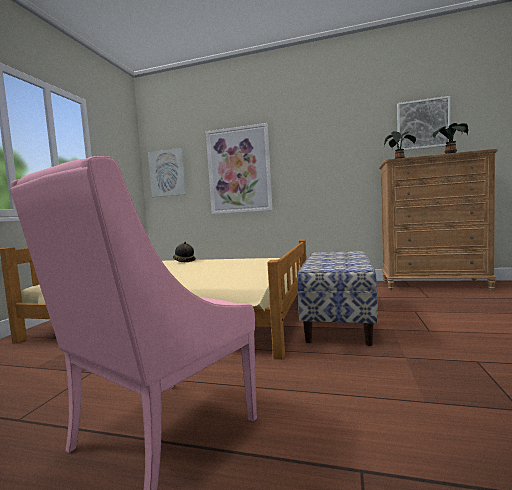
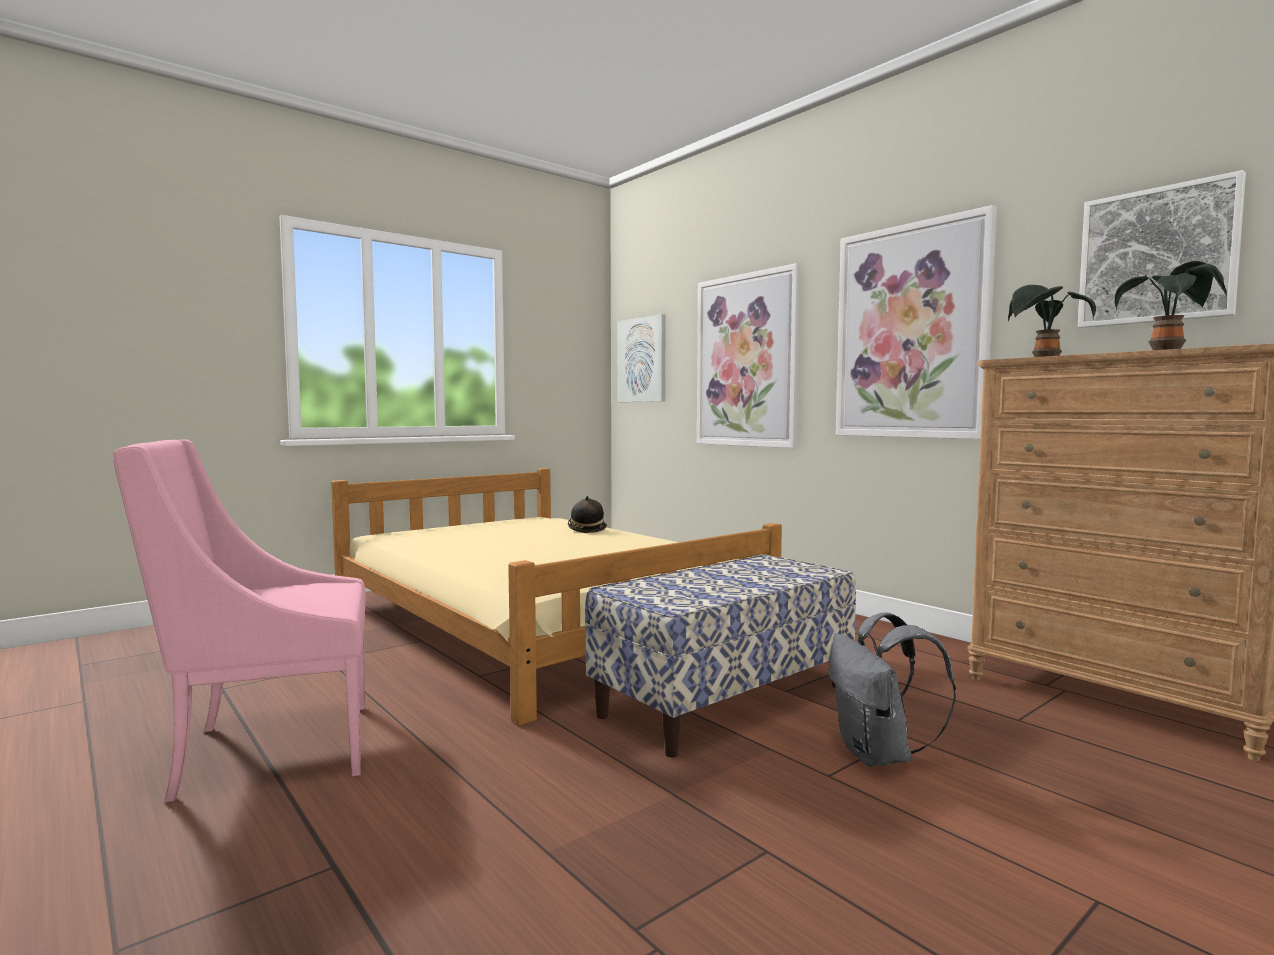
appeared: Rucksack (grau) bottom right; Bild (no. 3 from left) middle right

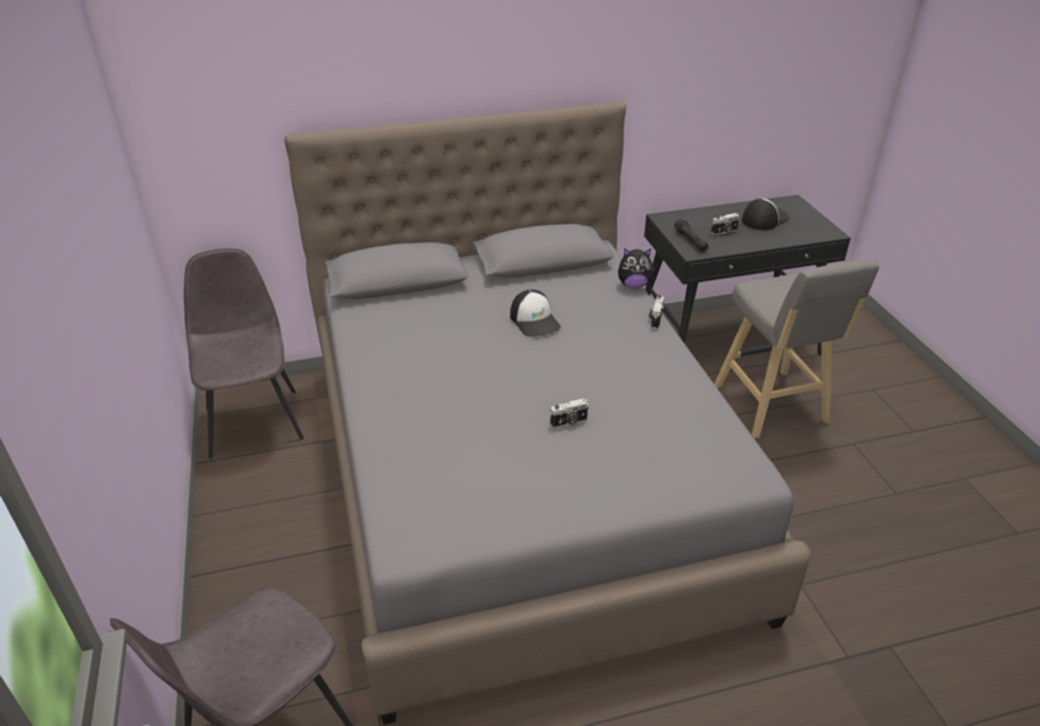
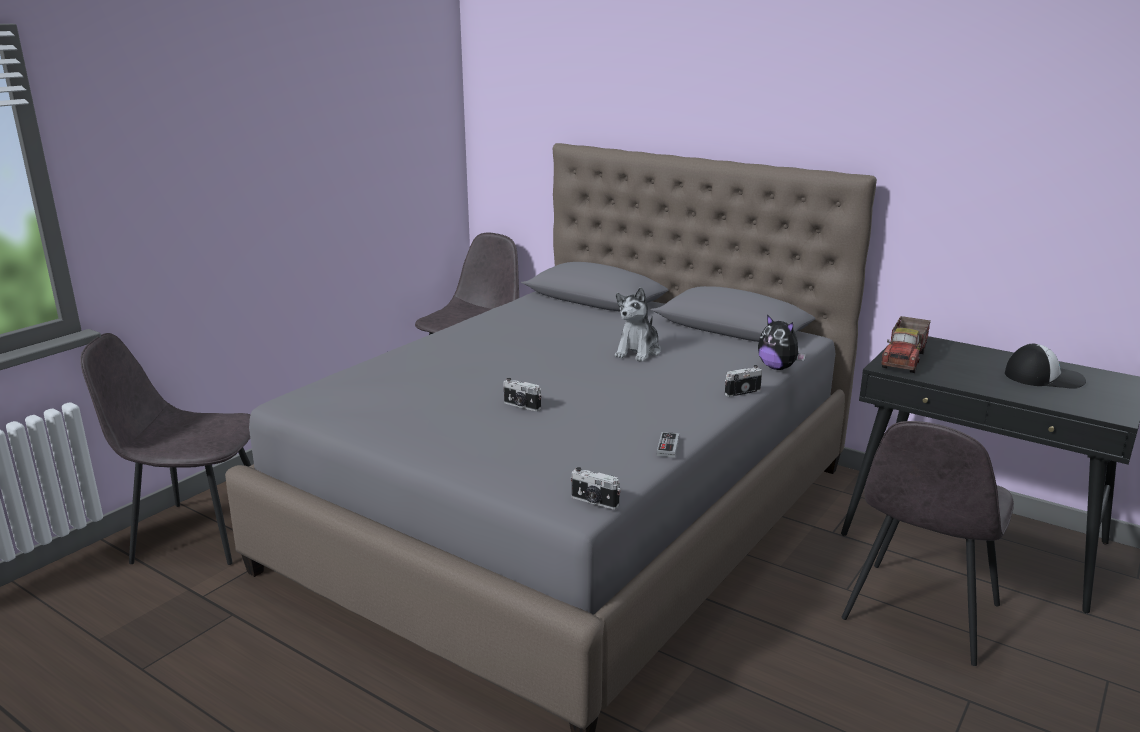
appeared: Gamepad centre
relocated: Kamera (no. 3 from left in the first image) top right to Kamera (no. 2 from left) bottom centre
exchanged: Kappe (no. 1 from left) centre to Plüschtier (no. 1 from left) centre; Taschenlampe (schwarz) top centre to Spielzeuglaster middle right; Hocker (grau) middle right to Stuhl (grau) (no. 3 from left) bottom right

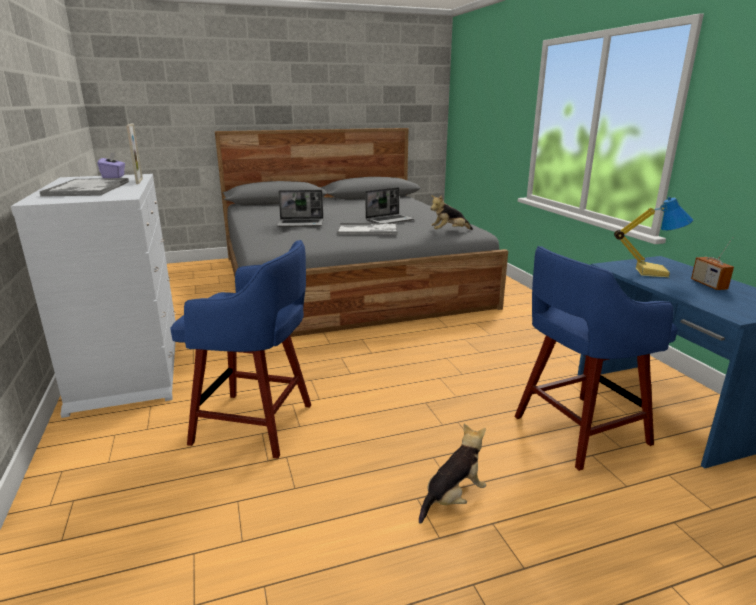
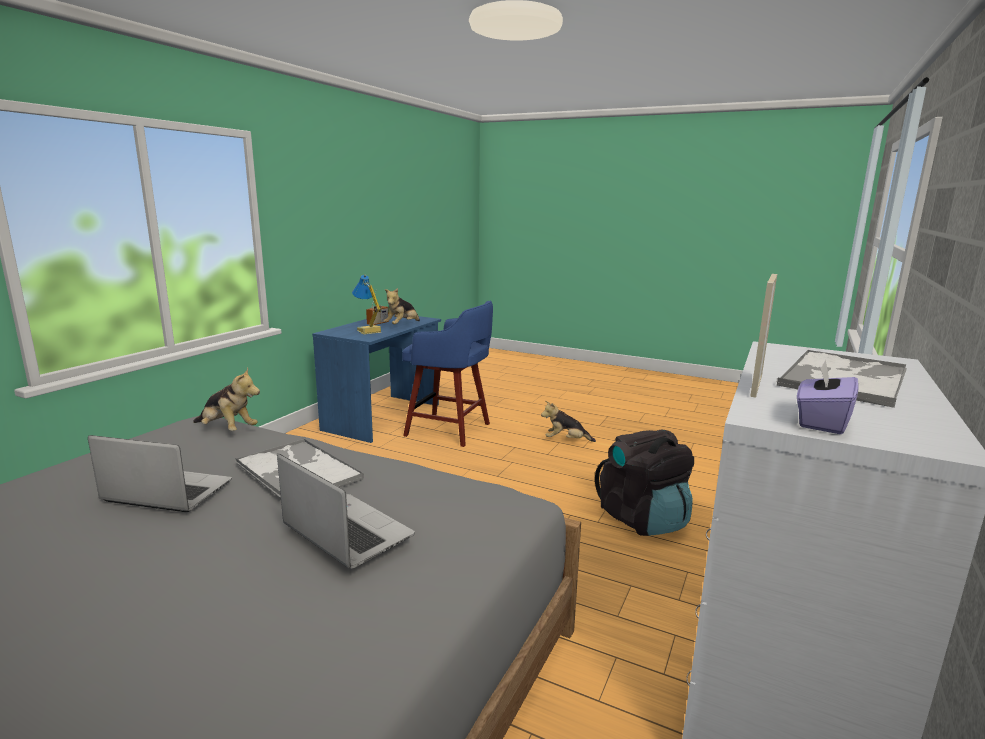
appeared: Plüschtier (no. 2 from left) centre
exchanged: Hocker (blau) (no. 1 from left) middle left to Rucksack (schwarz) centre

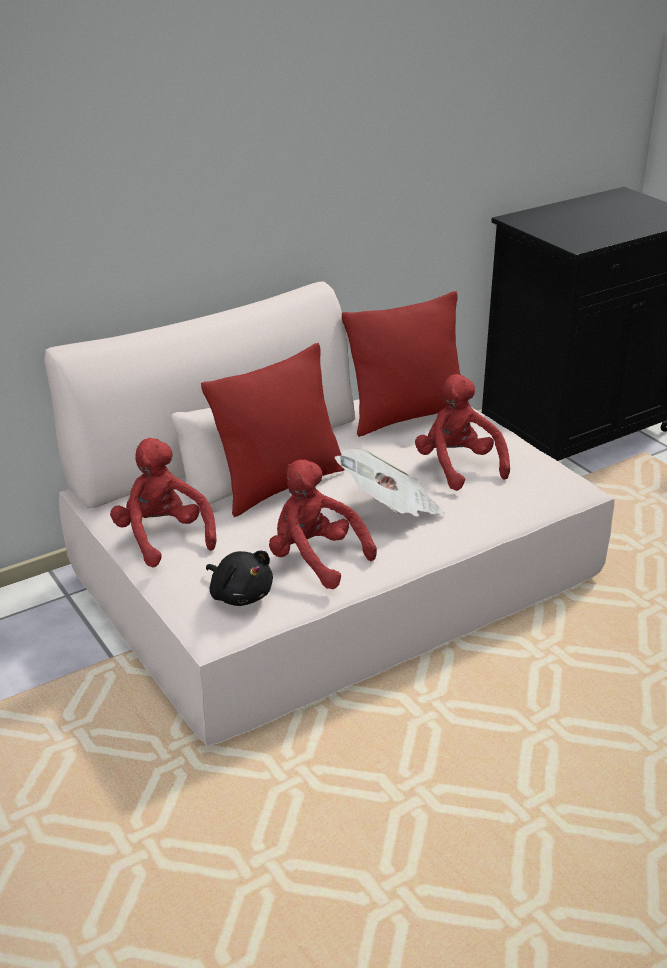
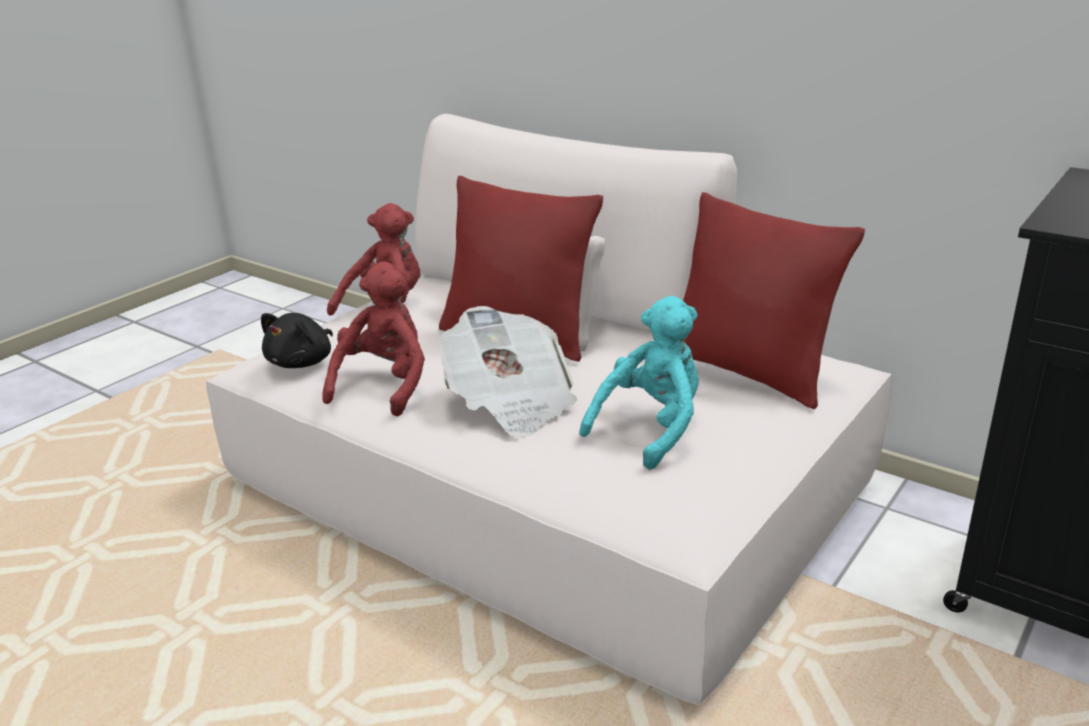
colour: Plüschtier (rot) (no. 3 from left) middle right to Plüschtier (türkis) centre

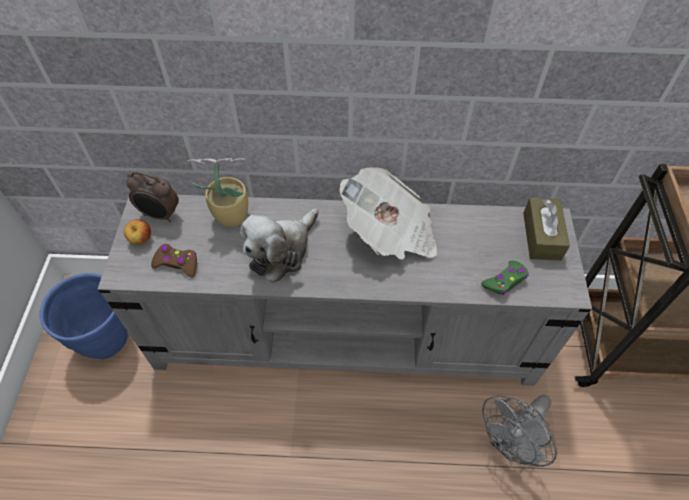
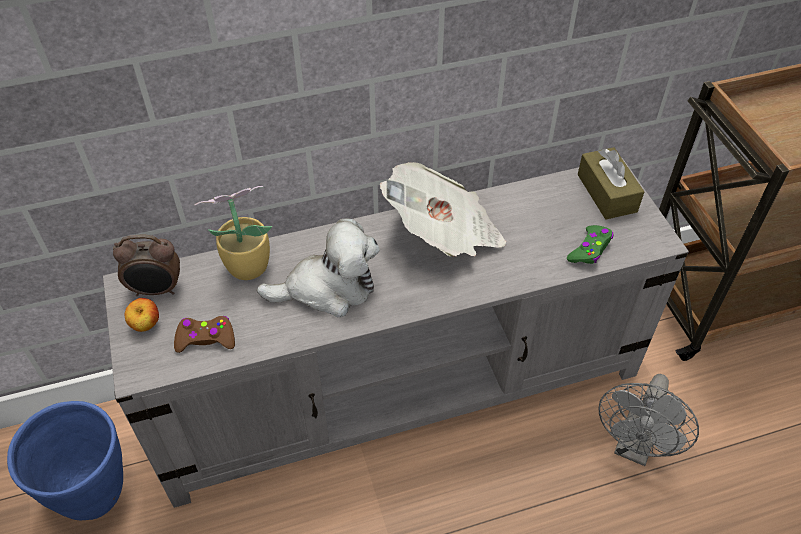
spun: Plüschtier centre = centre 120 degrees counterclockwise

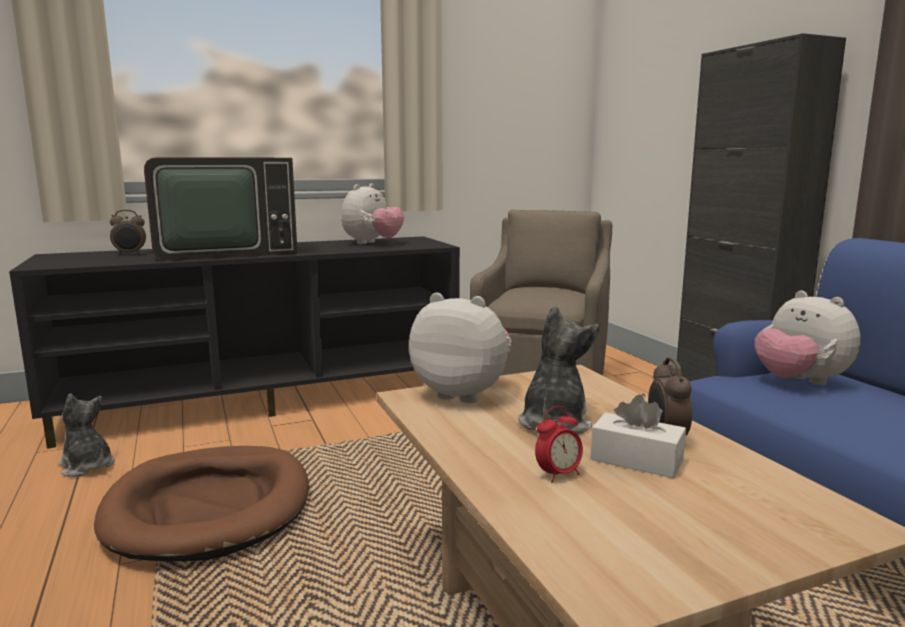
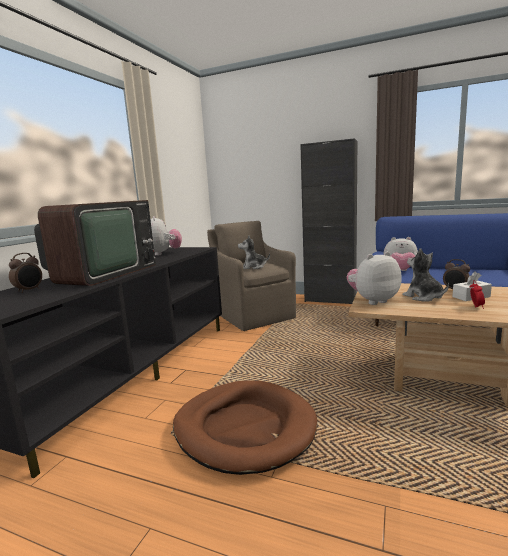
relocated: Plüschtier (no. 1 from left in the first image) bottom left to Plüschtier (no. 2 from left) centre

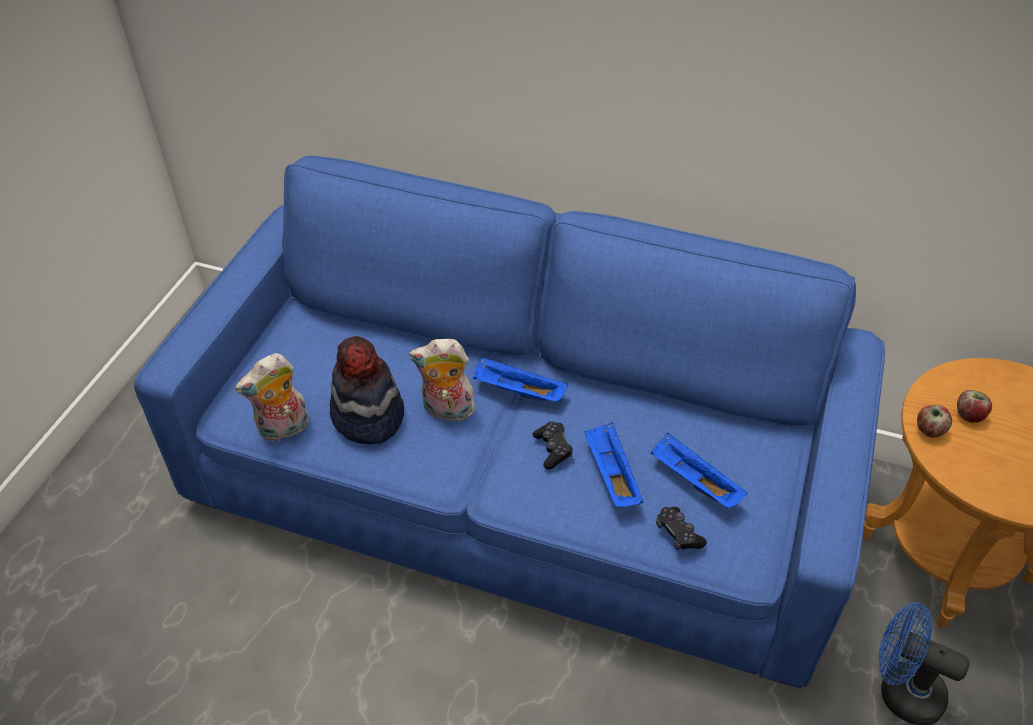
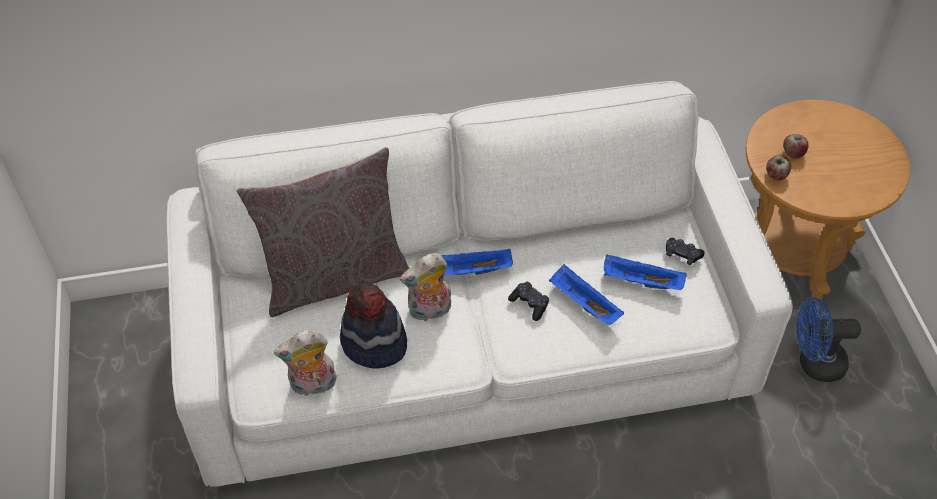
appeared: Kissen (grau) centre
relocated: Gamepad (schwarz) (no. 2 from left) bottom centre to middle right
colour: Sofa (blau) centre to Sofa (weiß) centre
spun: Plüschtier (no. 1 from left) middle left = bottom left 45 degrees clockwise

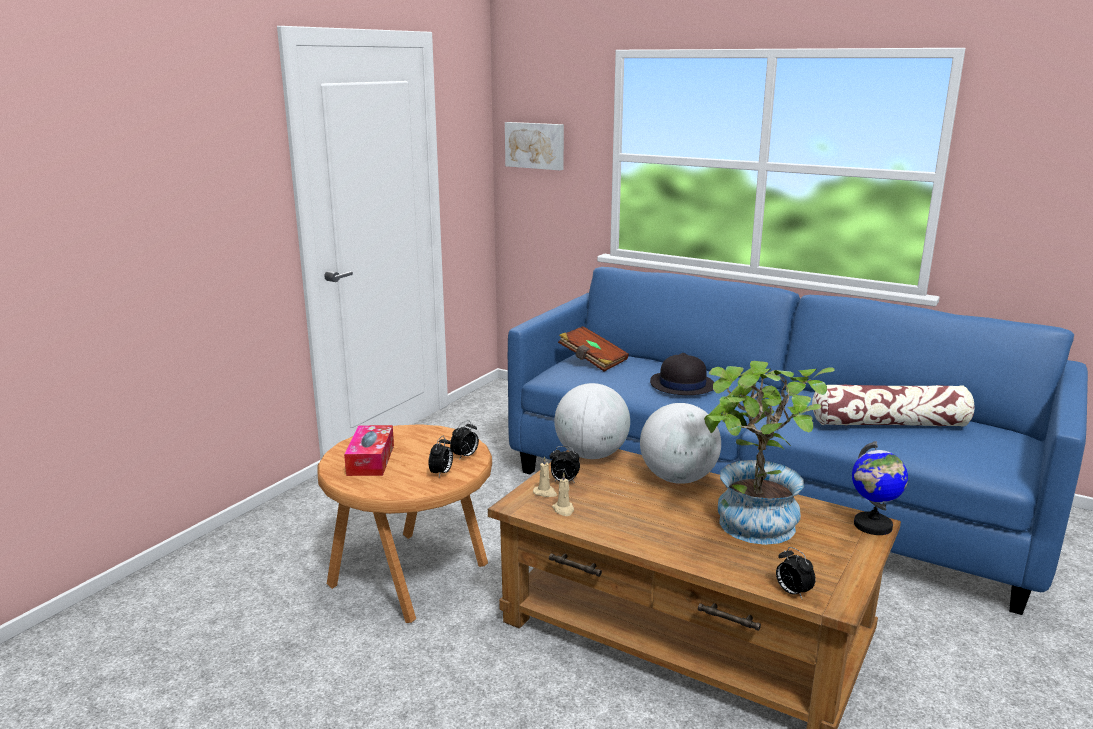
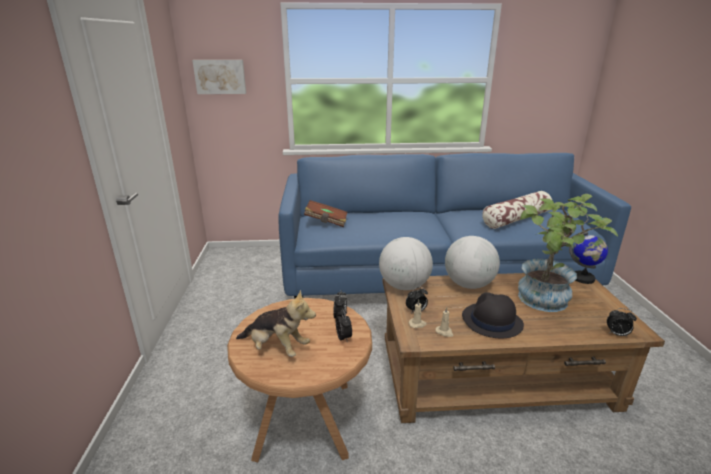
relocated: Hut (schwarz) centre to middle right
exchanged: Taschentuchbox centre to Plüschtier bottom centre

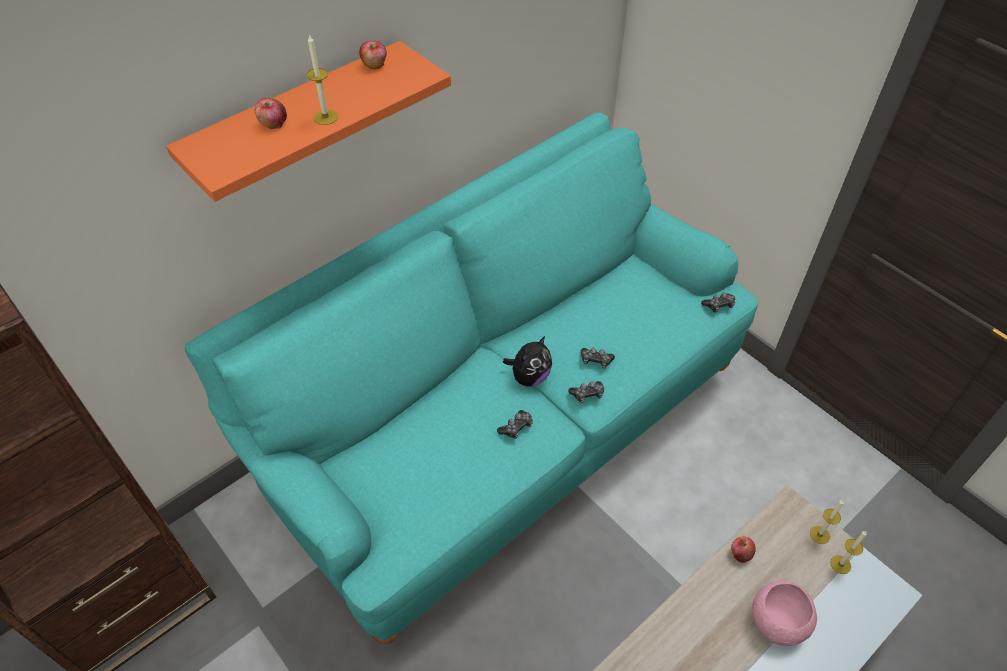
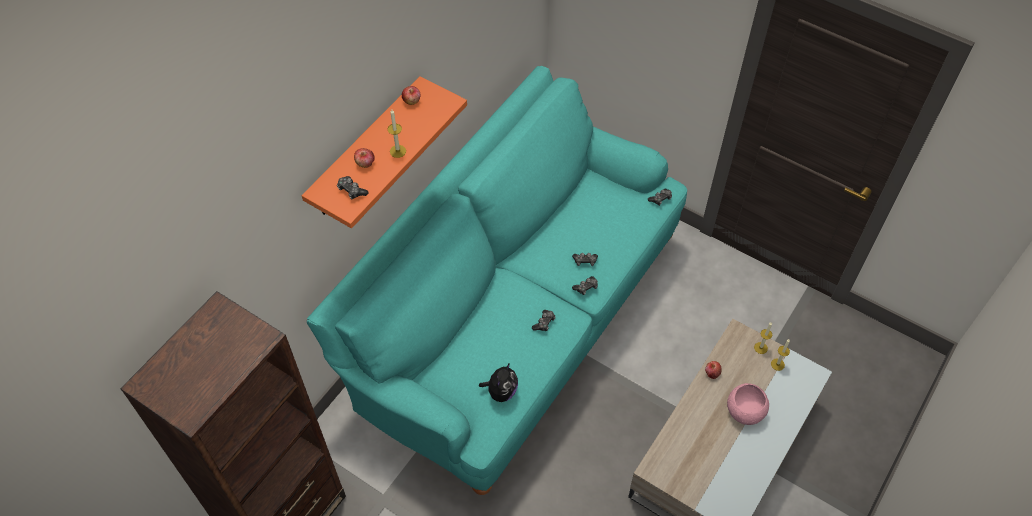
appeared: Gamepad (no. 1 from left) centre
relocated: Plüschtier centre to bottom centre

